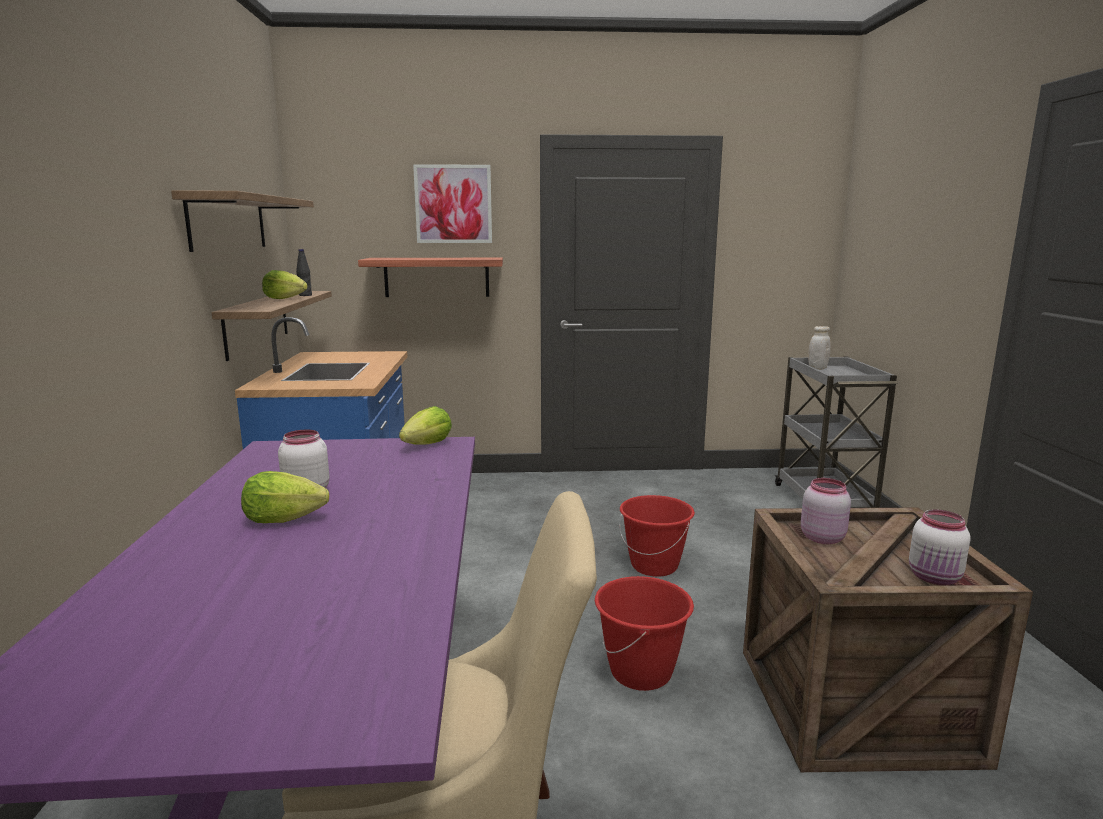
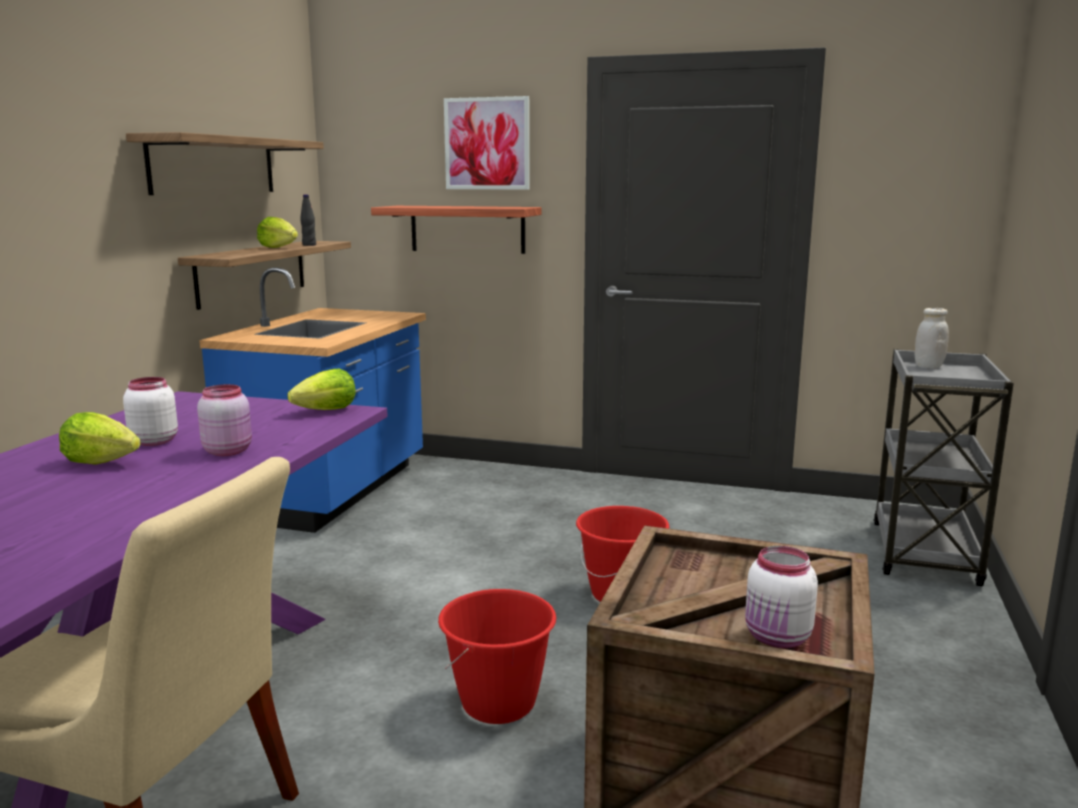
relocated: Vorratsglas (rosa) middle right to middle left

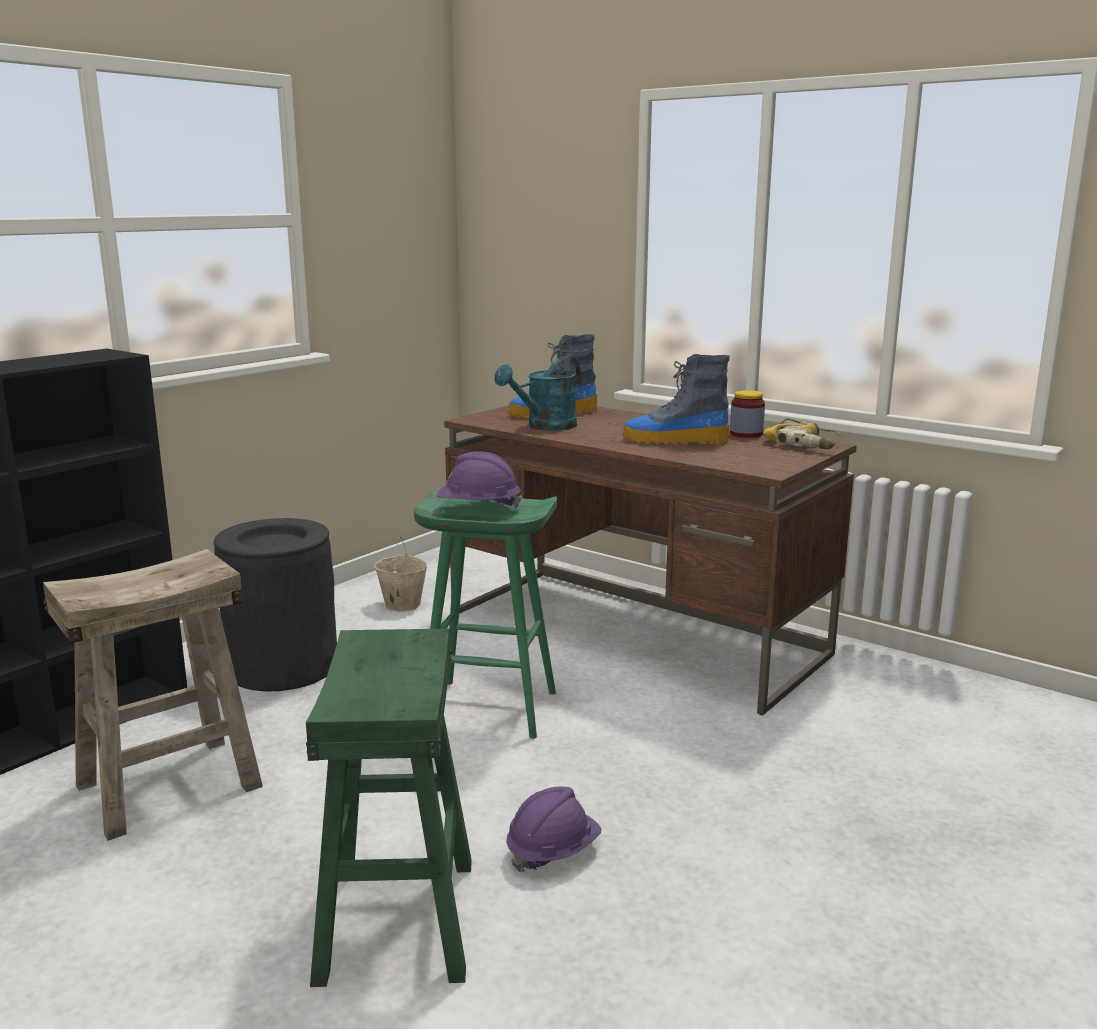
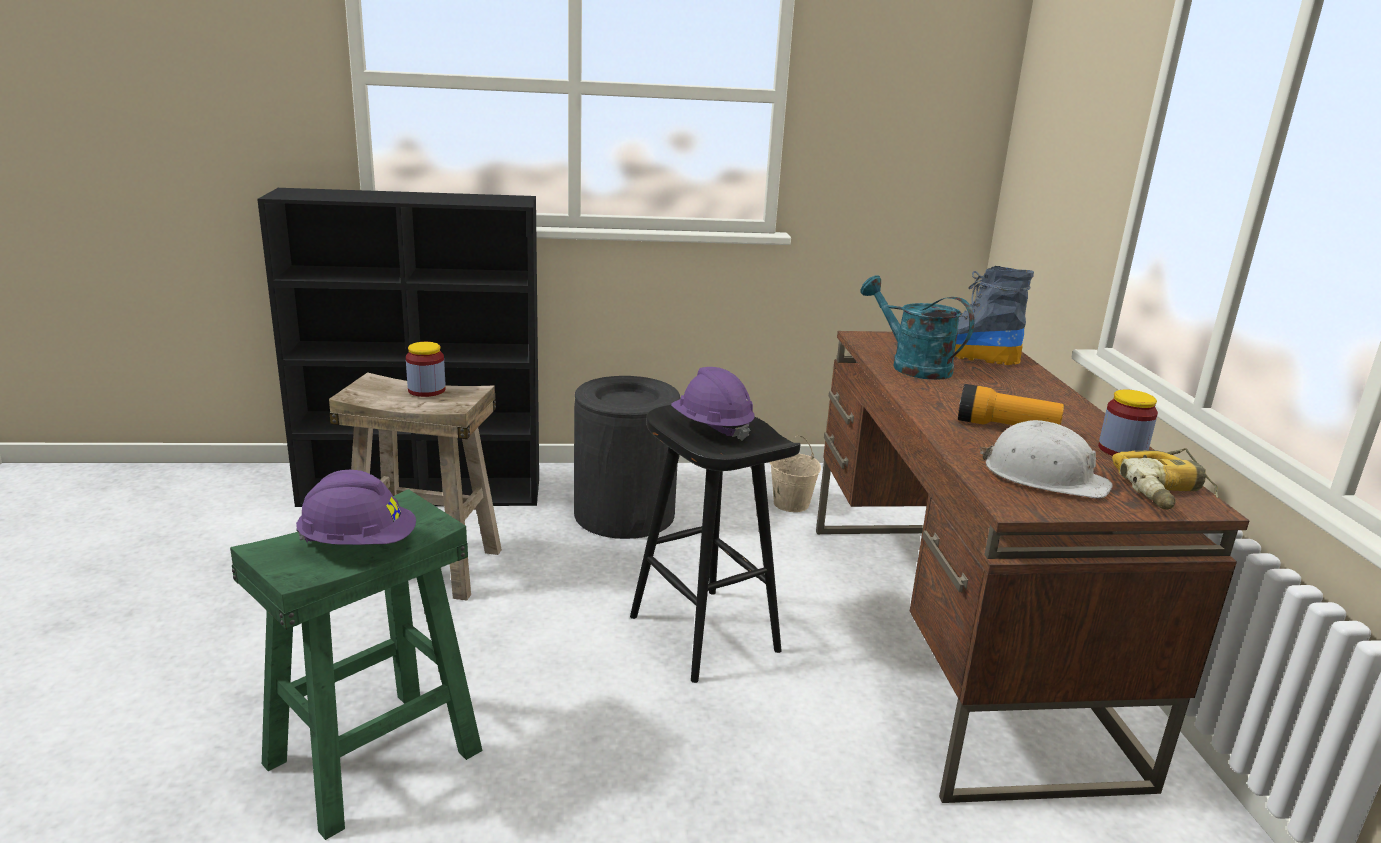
appeared: Vorratsglas (no. 1 from left) middle left; Schutzhelm (weiß) middle right
relocated: Schutzhelm (lila) (no. 2 from left in the first image) bottom centre to Schutzhelm (lila) (no. 1 from left) middle left
exchanged: Stiefel (no. 2 from left) centre to Taschenlampe middle right
colour: Hocker (grün) (no. 2 from left) centre to Hocker (schwarz) centre
spun: Gießkanne (türkis) centre = centre 45 degrees clockwise

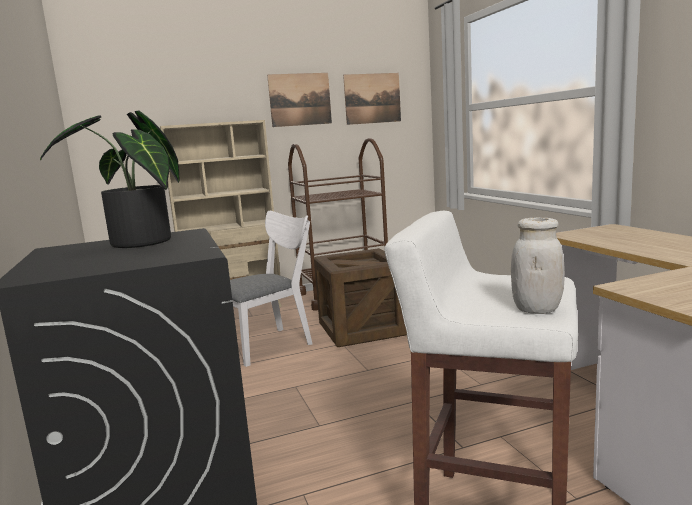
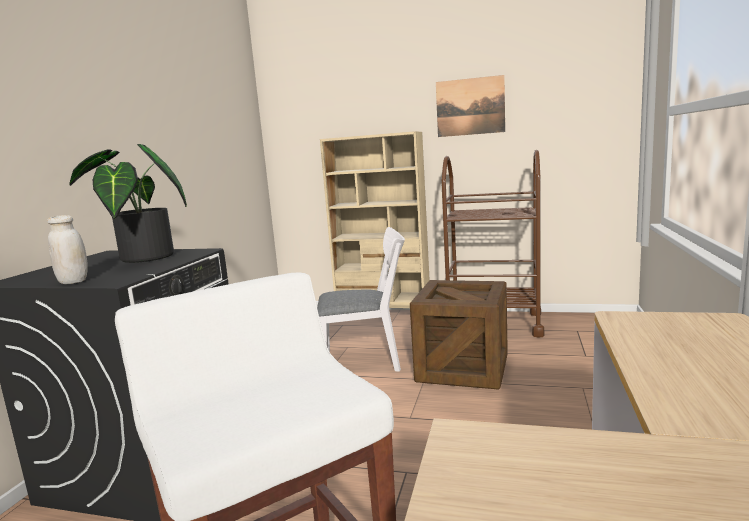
missing: Bild (no. 2 from left) top centre
relocated: Vorratsglas (weiß) middle right to middle left

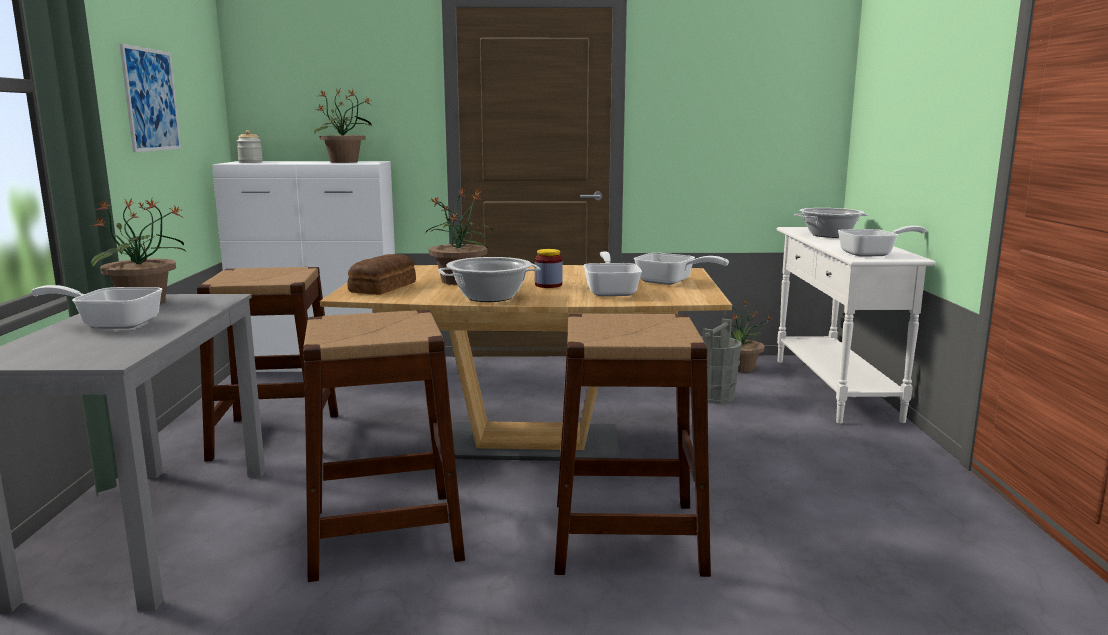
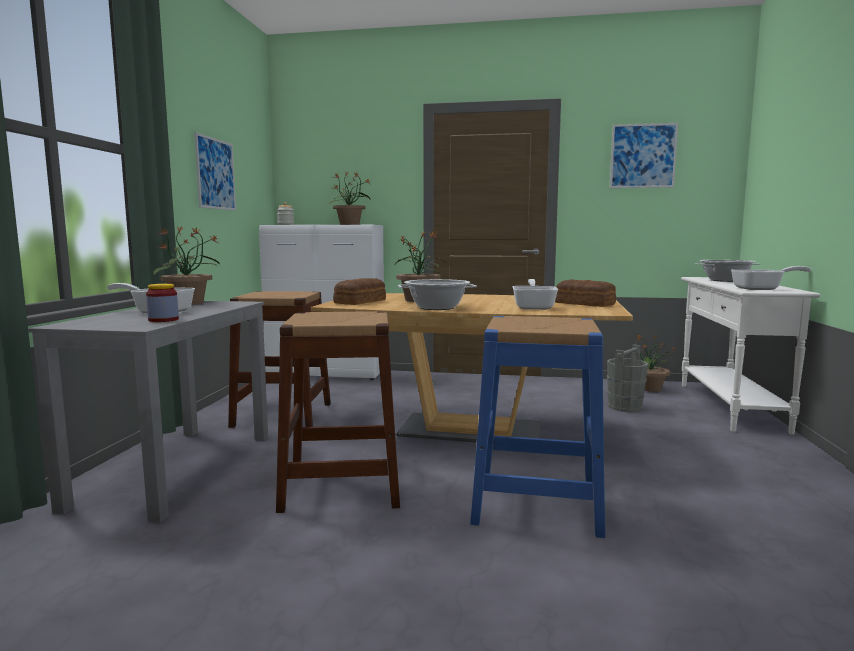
appeared: Bild (no. 2 from left) top right
relocated: Vorratsglas (no. 2 from left in the first image) centre to Vorratsglas (no. 1 from left) middle left
exchanged: Pfanne (no. 3 from left) centre to Brot (no. 2 from left) middle right
colour: Hocker (braun) (no. 3 from left) bottom centre to Hocker (blau) centre

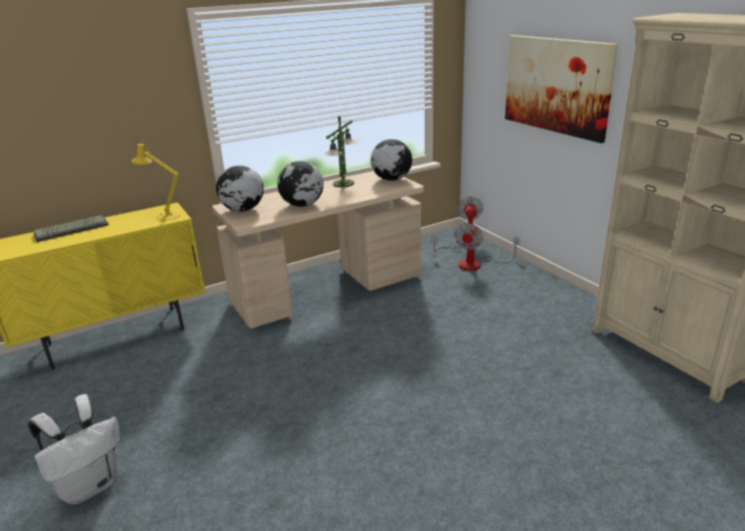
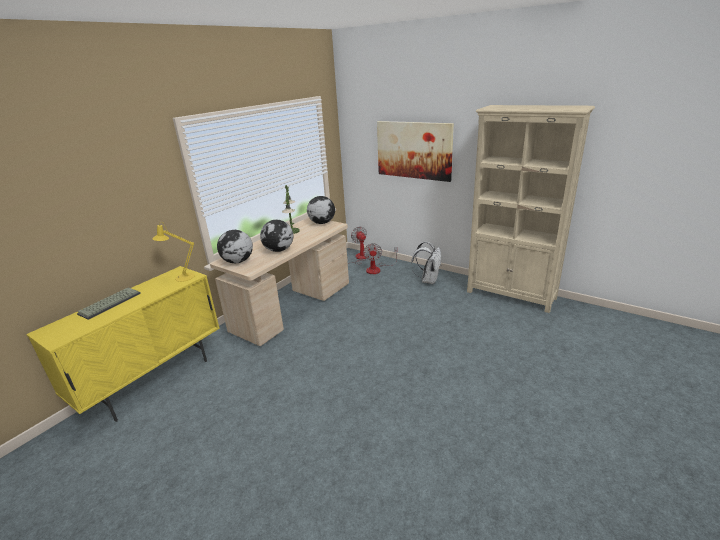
relocated: Rucksack (weiß) bottom left to centre

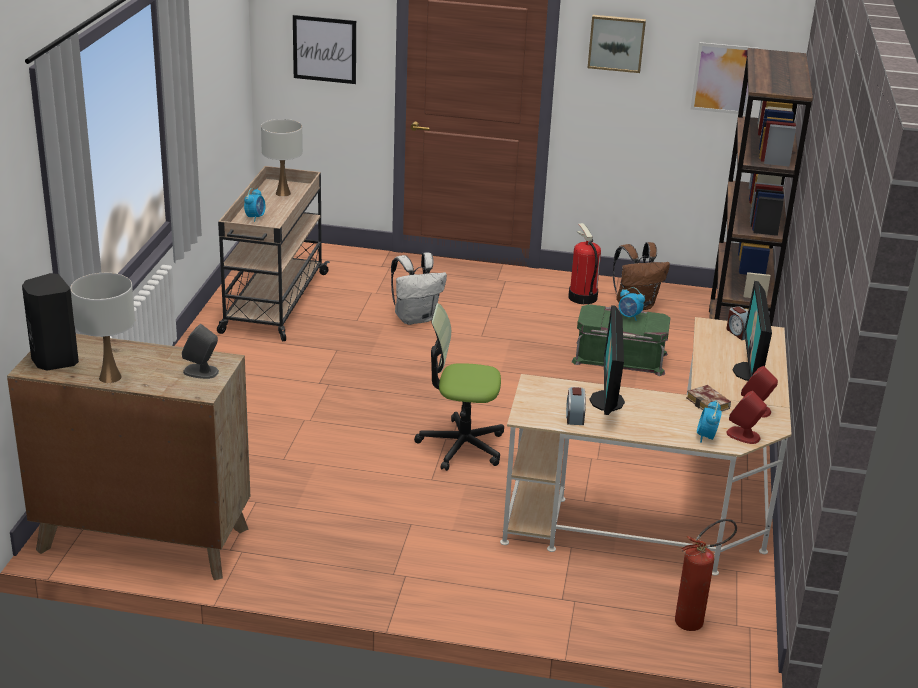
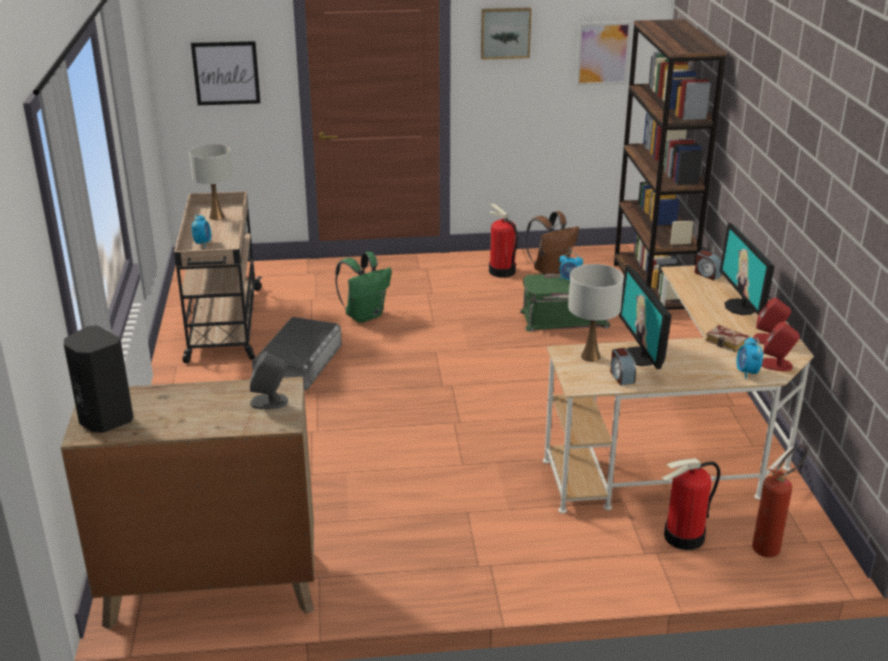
missing: Bürostuhl centre
appeared: Aufbewahrungsbox (grau) centre; Feuerlöscher (no. 2 from left) bottom right
relocated: Tischlampe (weiß) (no. 1 from left in the first image) middle left to Tischlampe (weiß) (no. 2 from left) middle right
colour: Rucksack (weiß) centre to Rucksack (grün) centre

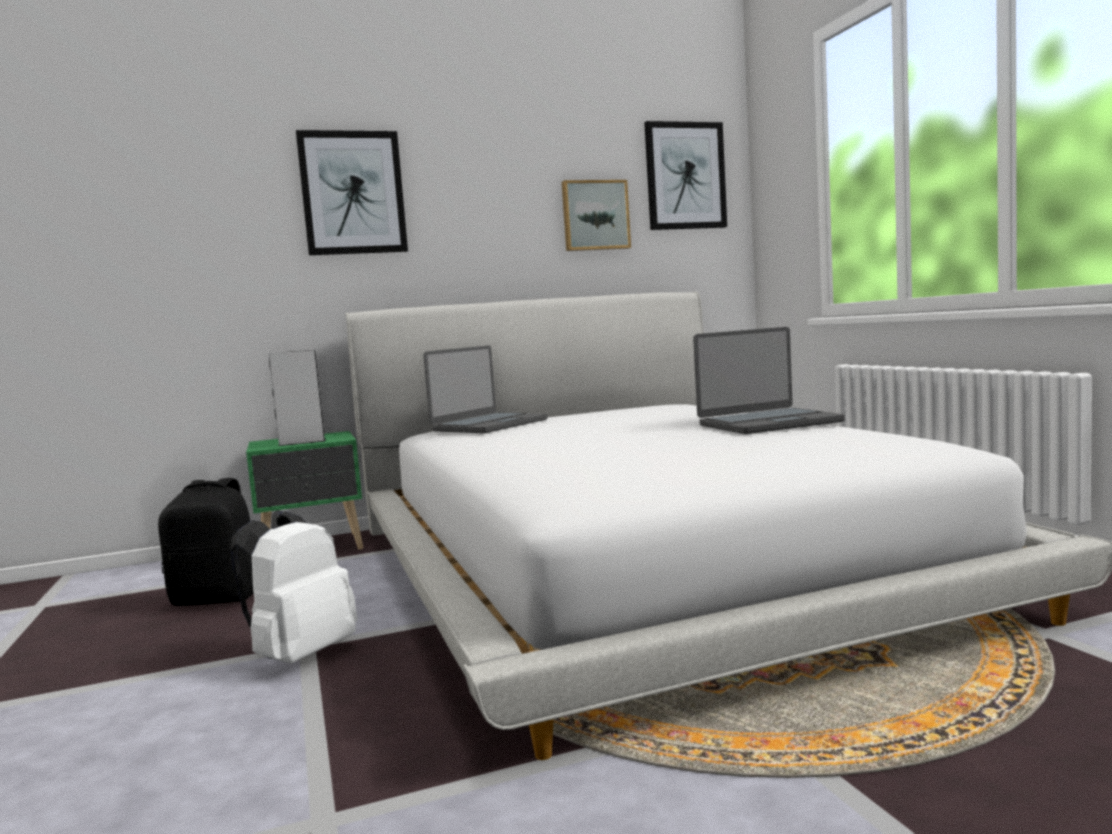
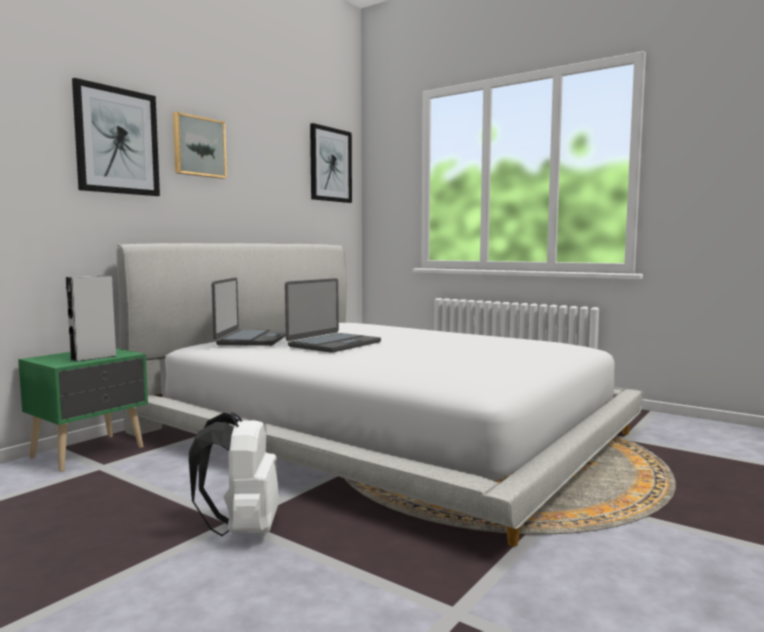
missing: Rucksack (schwarz) middle left
relocated: Bild (no. 2 from left) top centre to top left; Laptop (no. 2 from left) middle right to centre

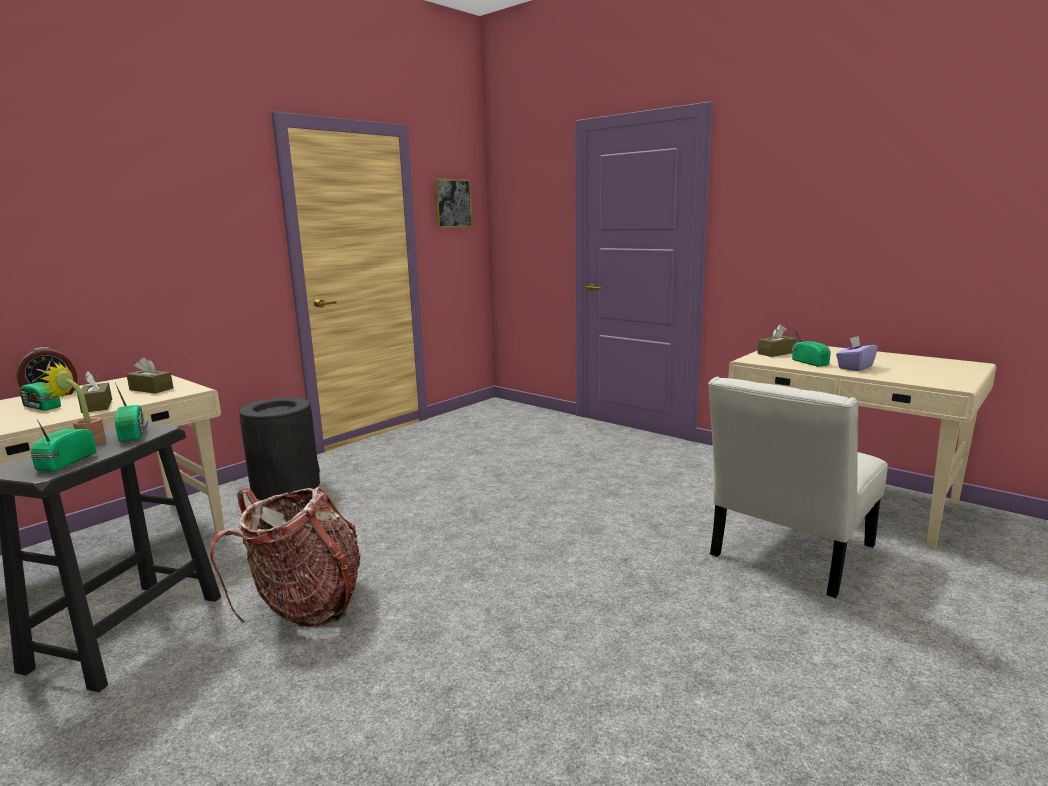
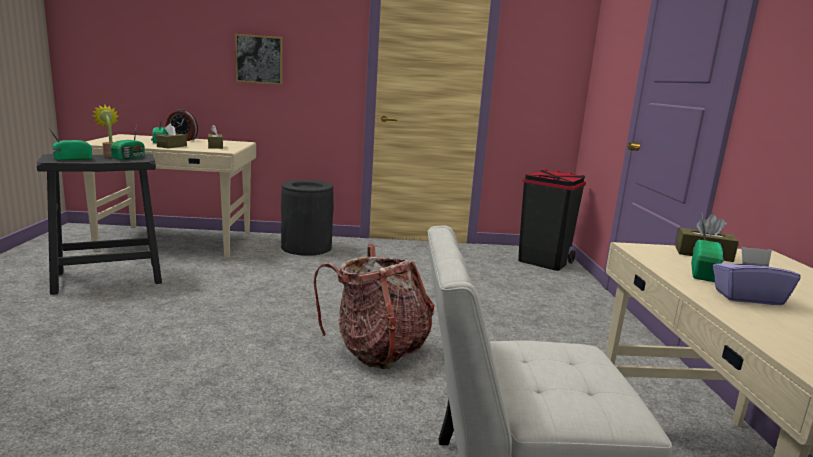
appeared: Mülleimer (schwarz) (no. 2 from left) middle right
relocated: Rucksack bottom left to bottom centre; Bild top centre to top left

